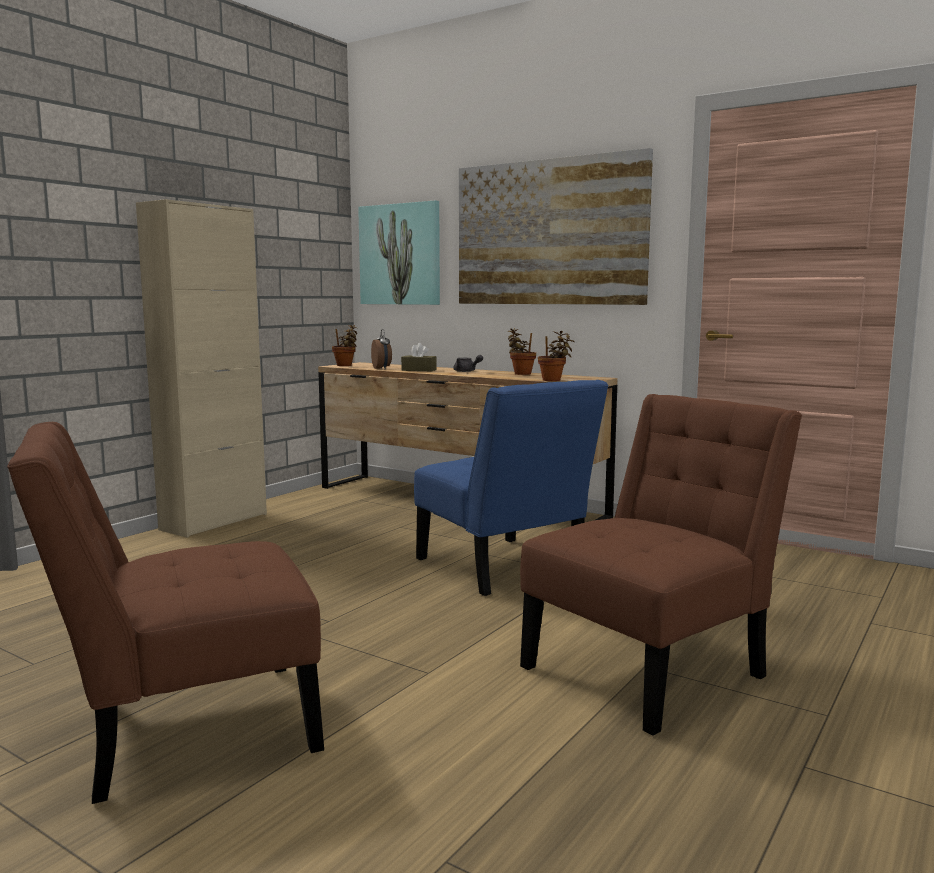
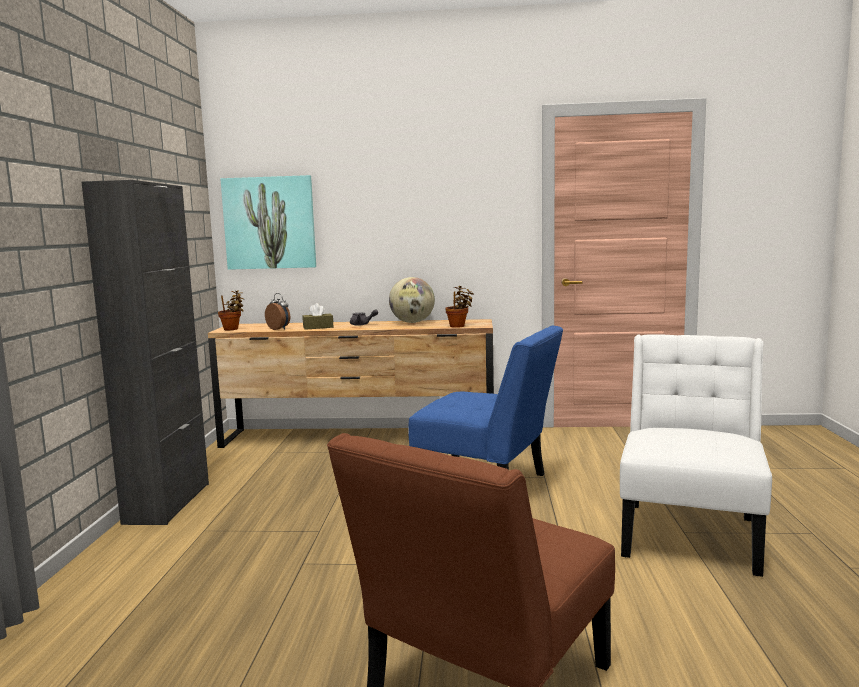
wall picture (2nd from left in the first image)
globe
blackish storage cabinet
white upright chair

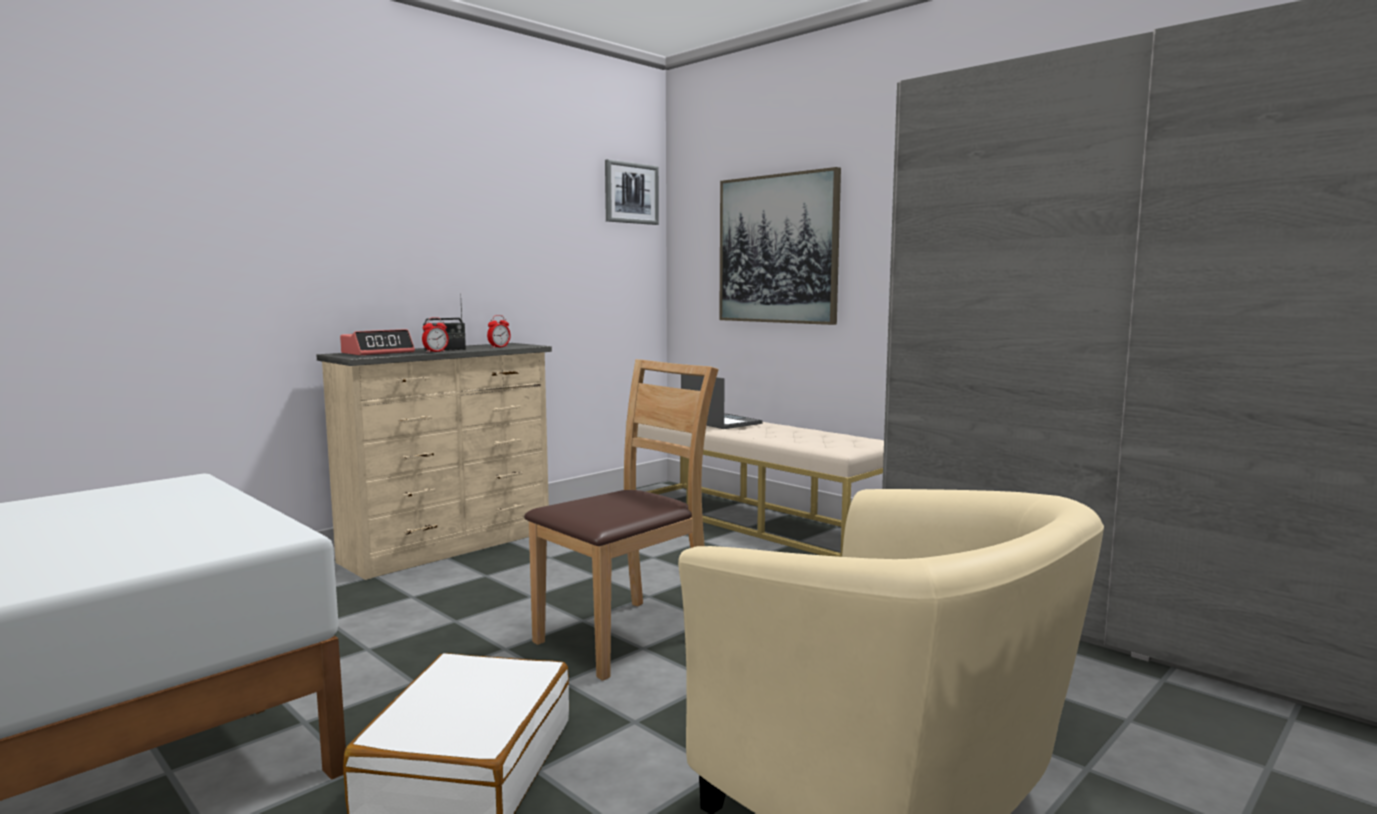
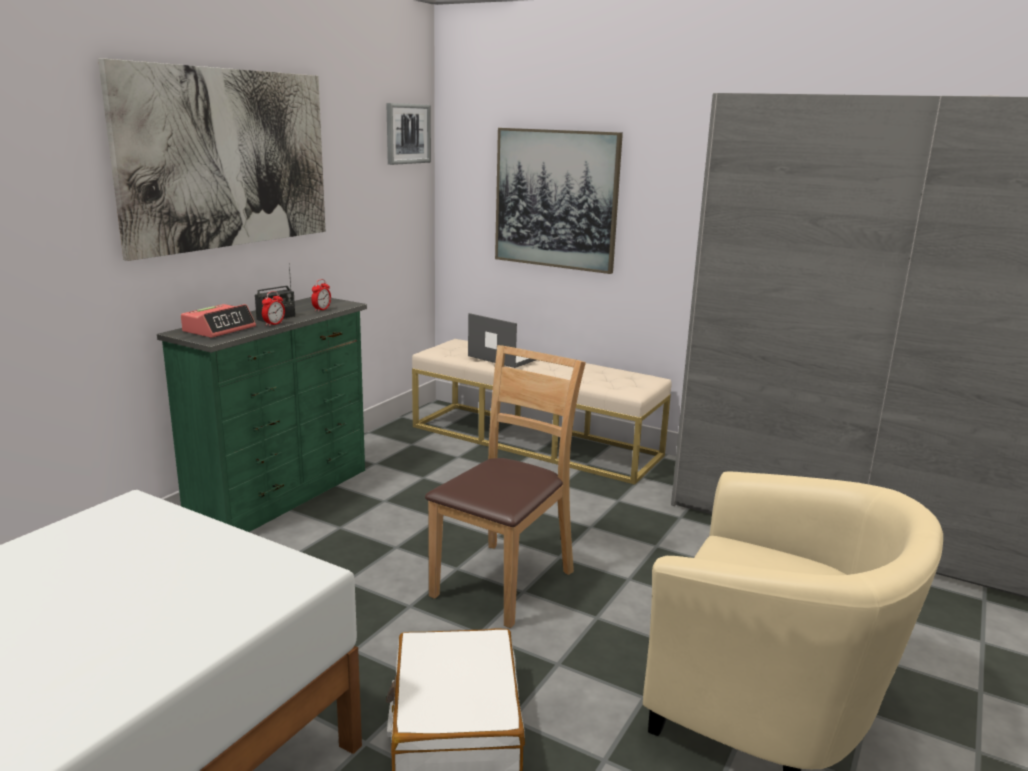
wall picture (1st from left)
greenish chest of drawers

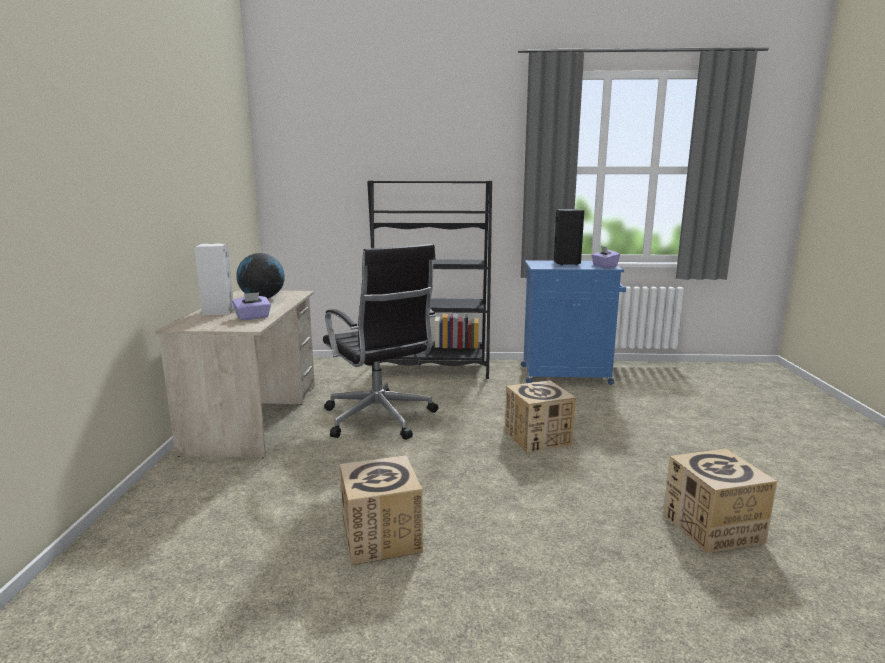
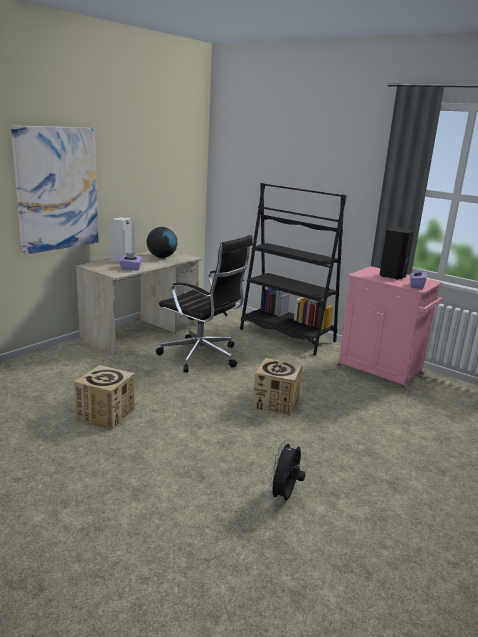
wall picture
blackish fan
pink storage cabinet
blackish office chair

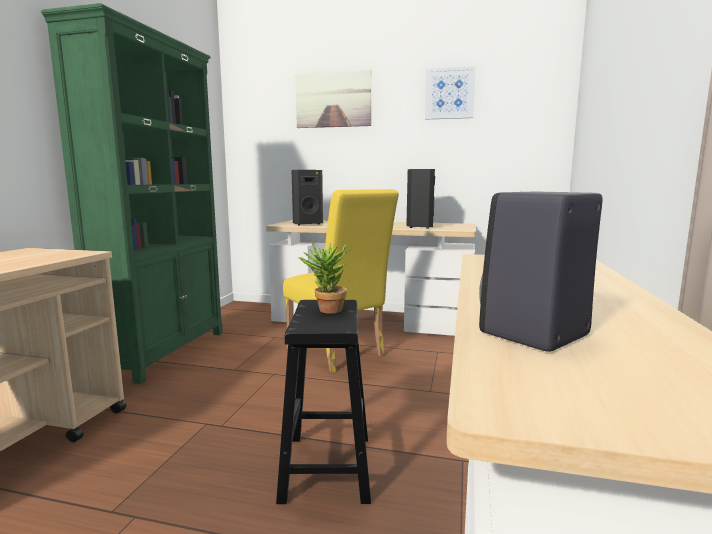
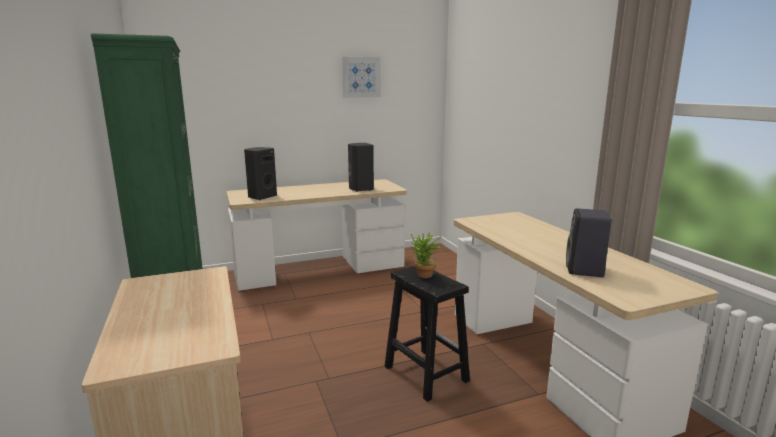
yellowish upright chair
wall picture (1st from left in the first image)

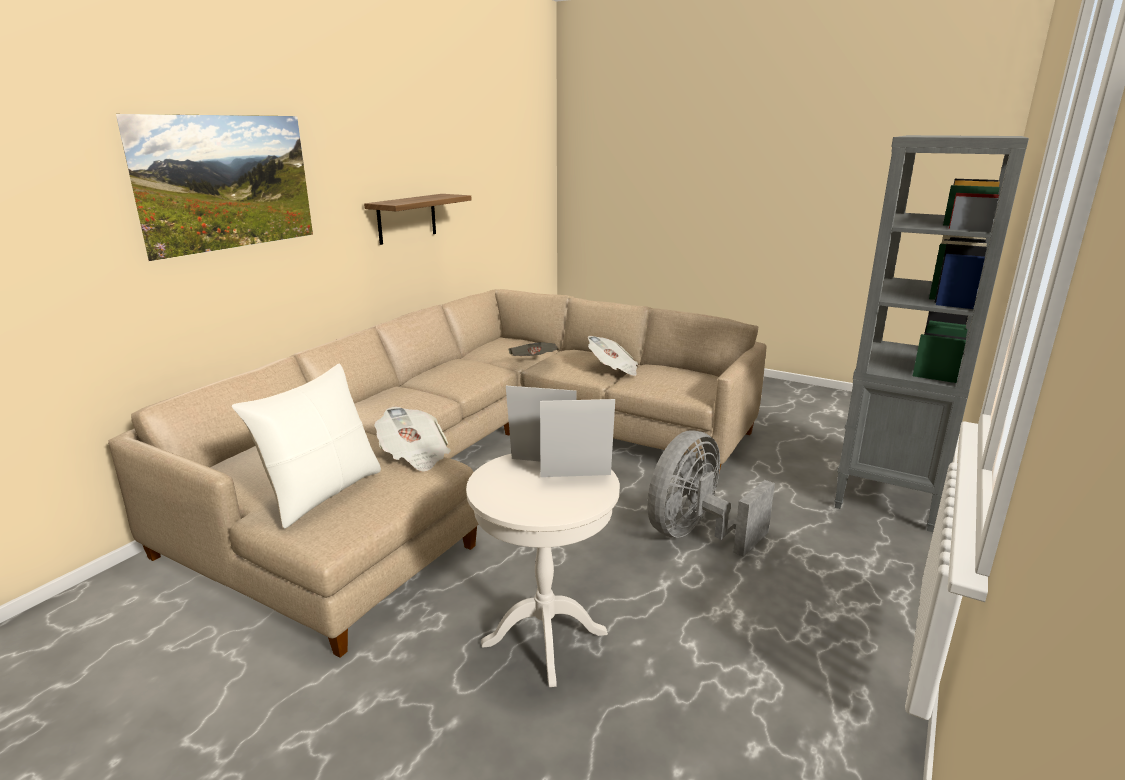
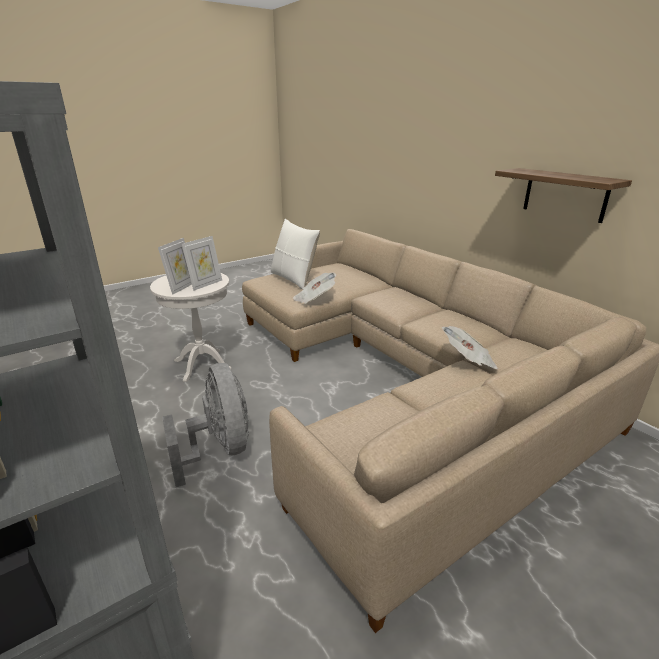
wall picture
daily paper (3rd from left in the first image)

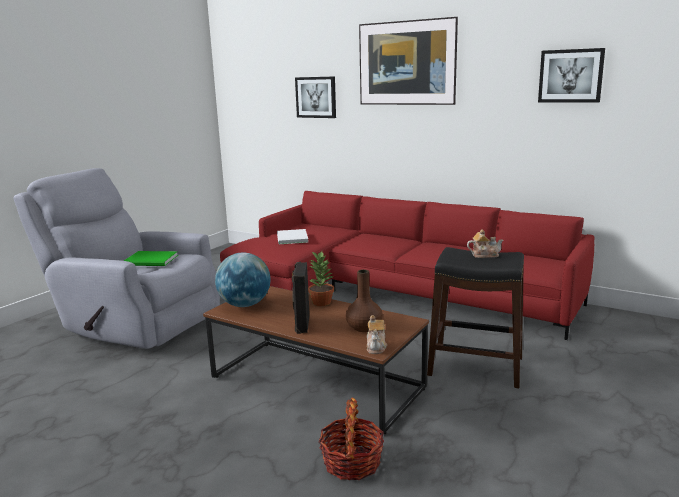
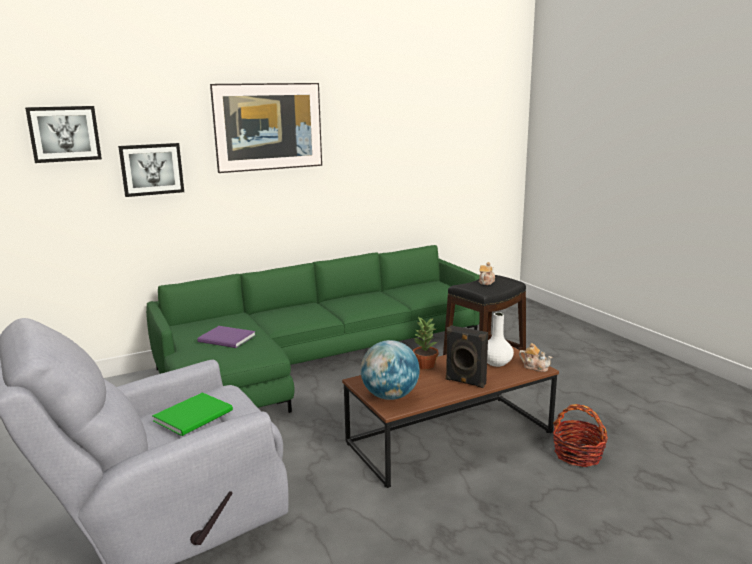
wall picture (1st from left)
greenish settee
purple-coloured book
white flower vase

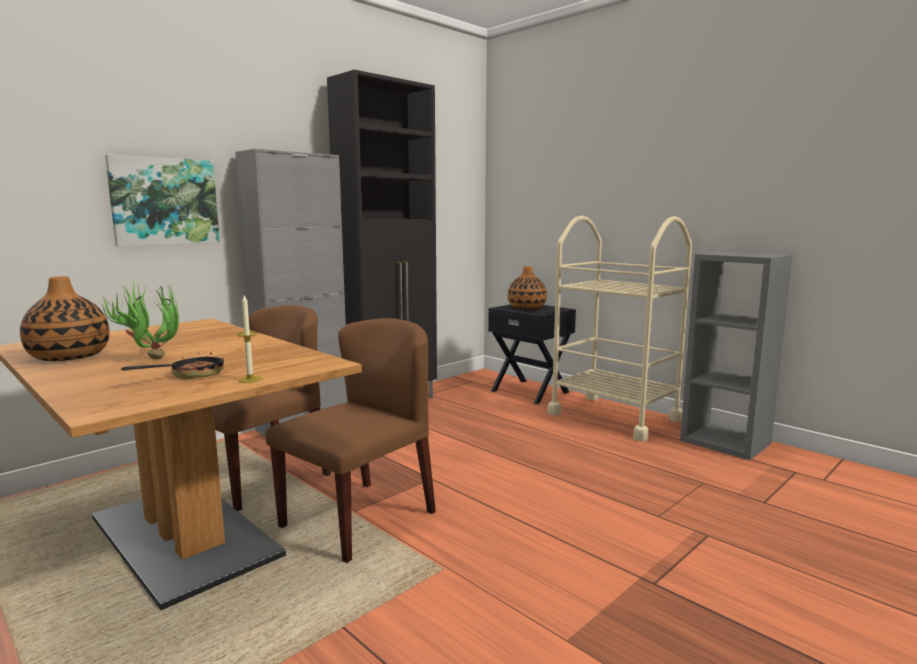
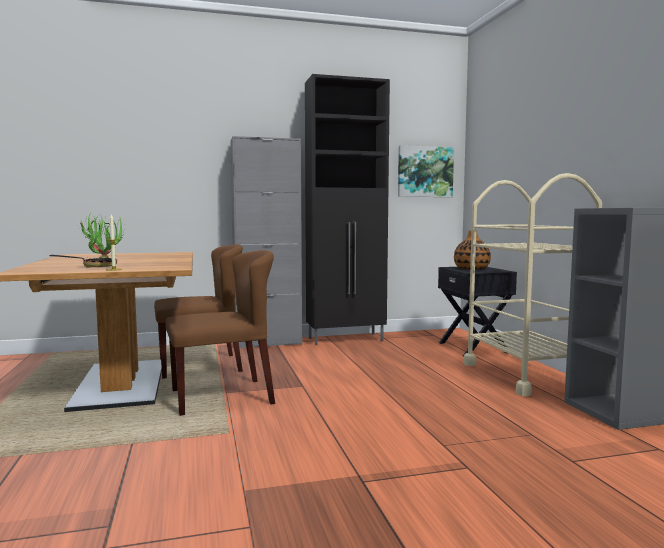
flower vase (1st from left in the first image)
wall picture

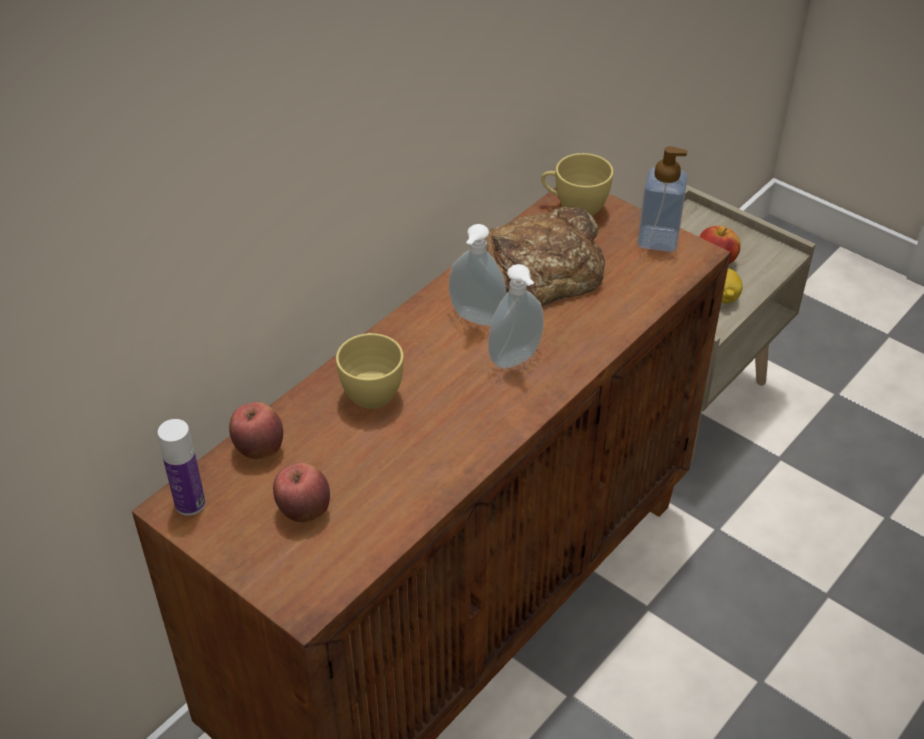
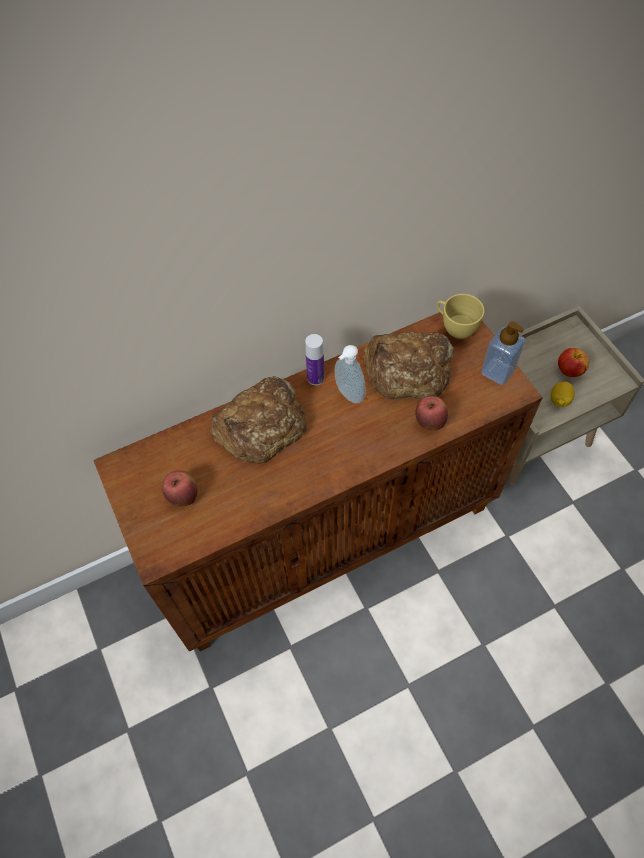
liquid soap bottle (2nd from left in the first image)
beverage bottle
apple (2nd from left)
bakery bread (1st from left)

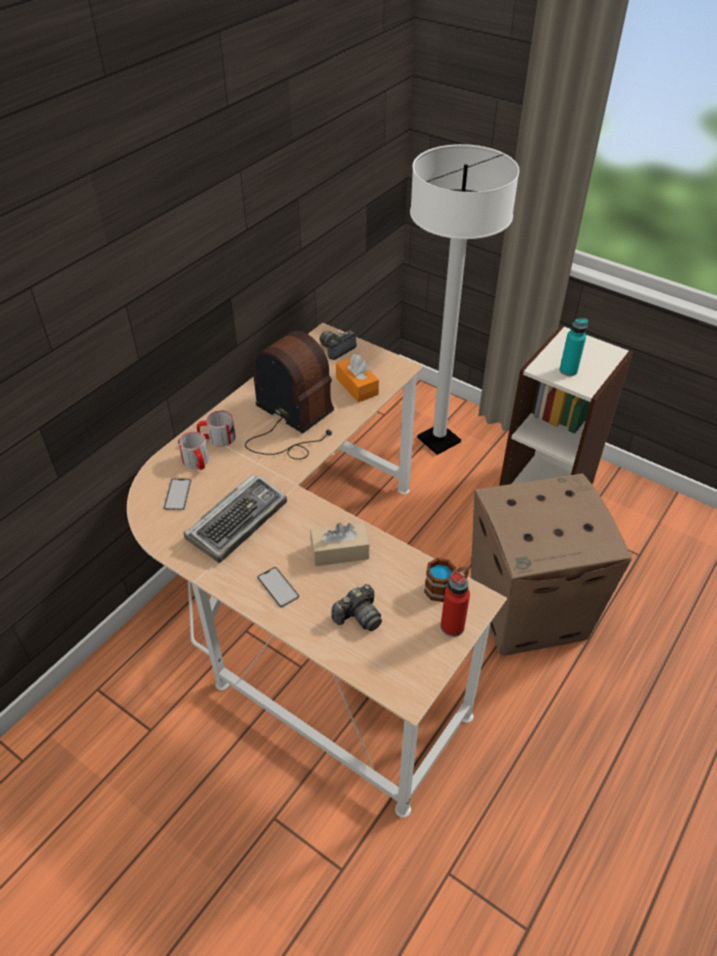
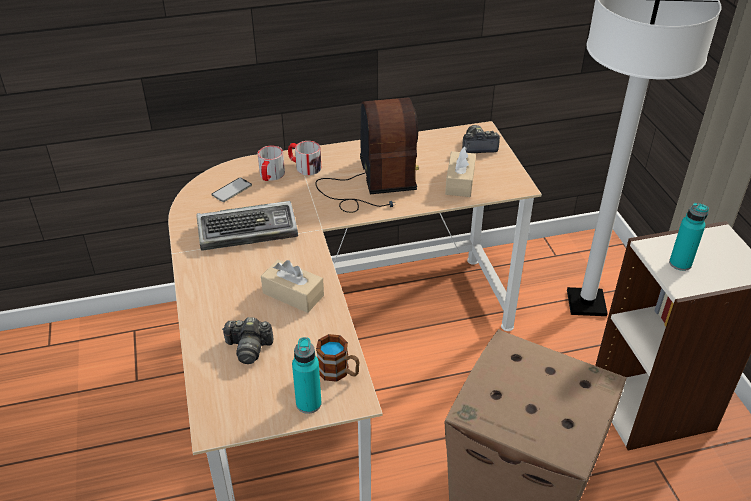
handset (2nd from left in the first image)
beige-coloured tissue holder (2nd from left)
blue-green beverage bottle (1st from left)

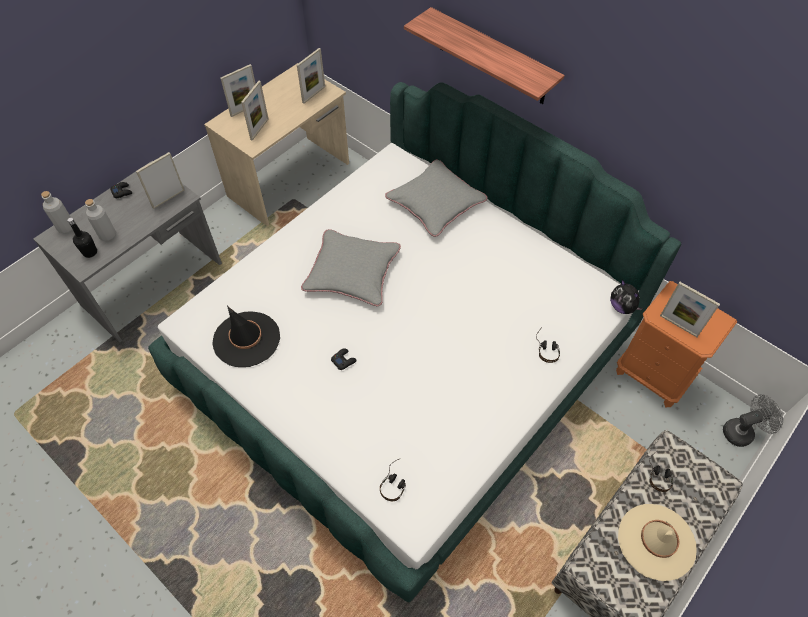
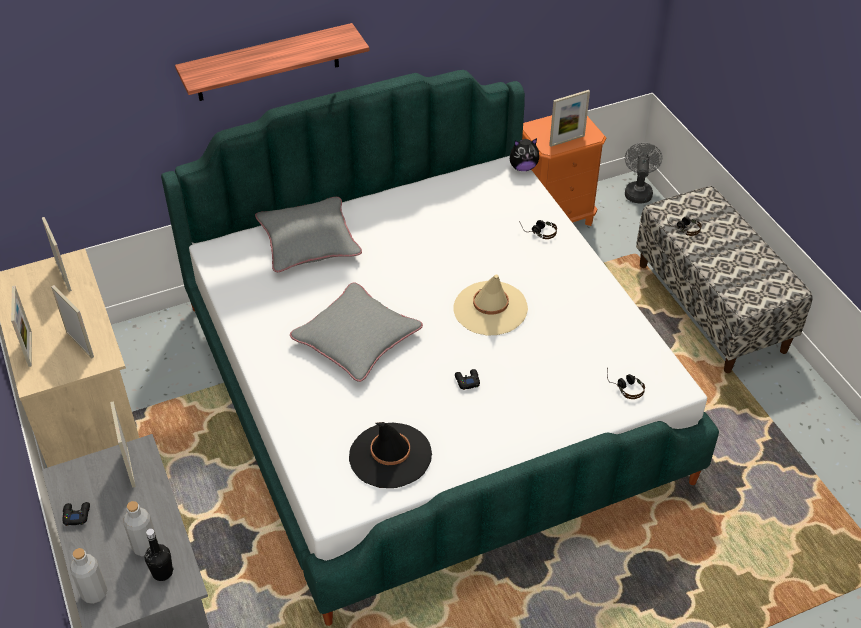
beige-coloured wearable hat

